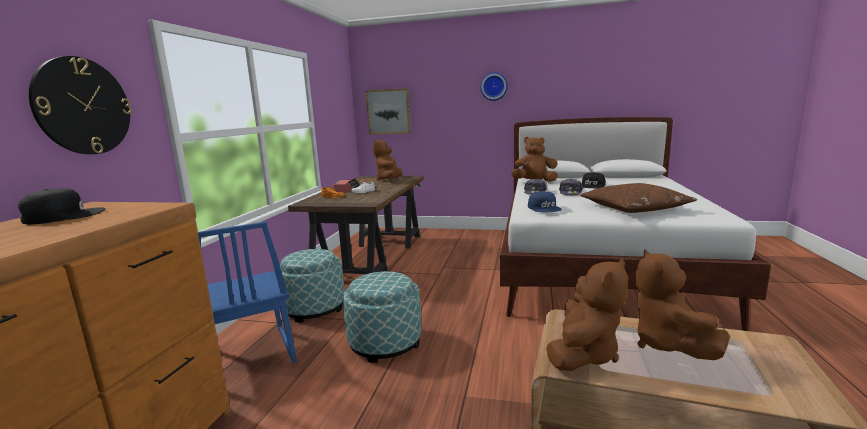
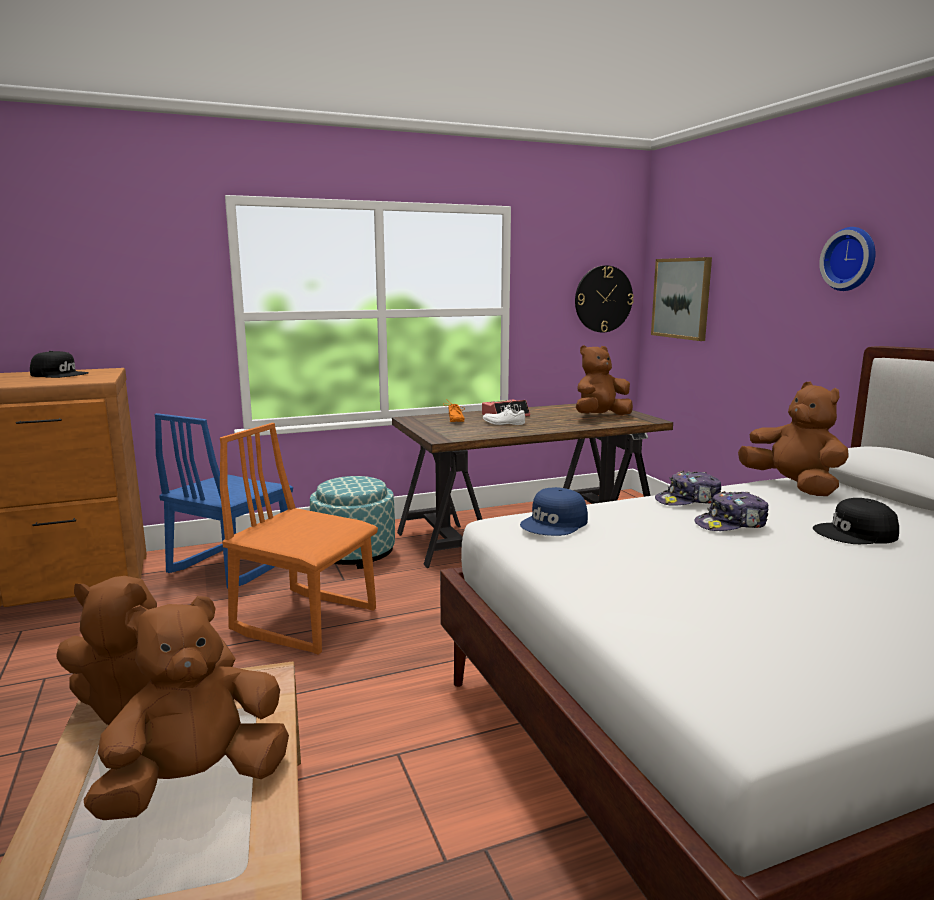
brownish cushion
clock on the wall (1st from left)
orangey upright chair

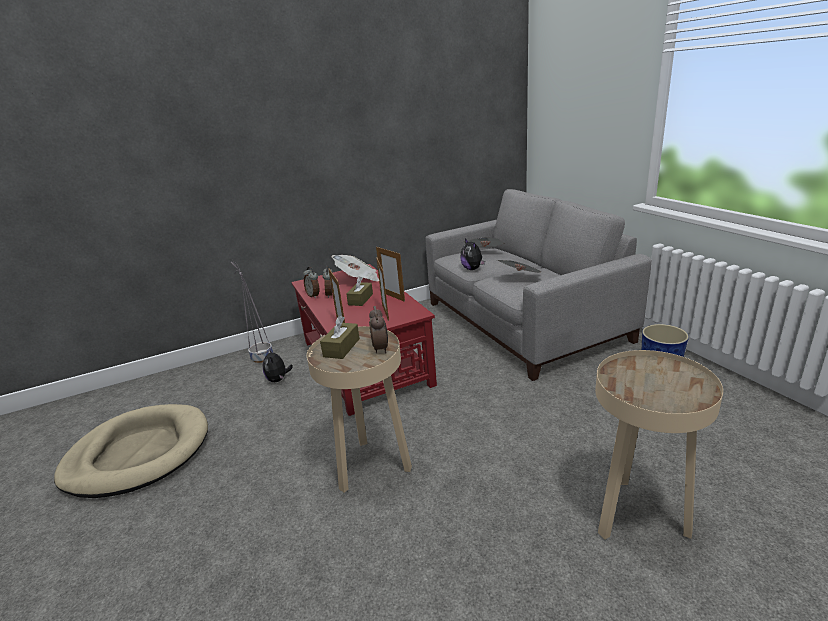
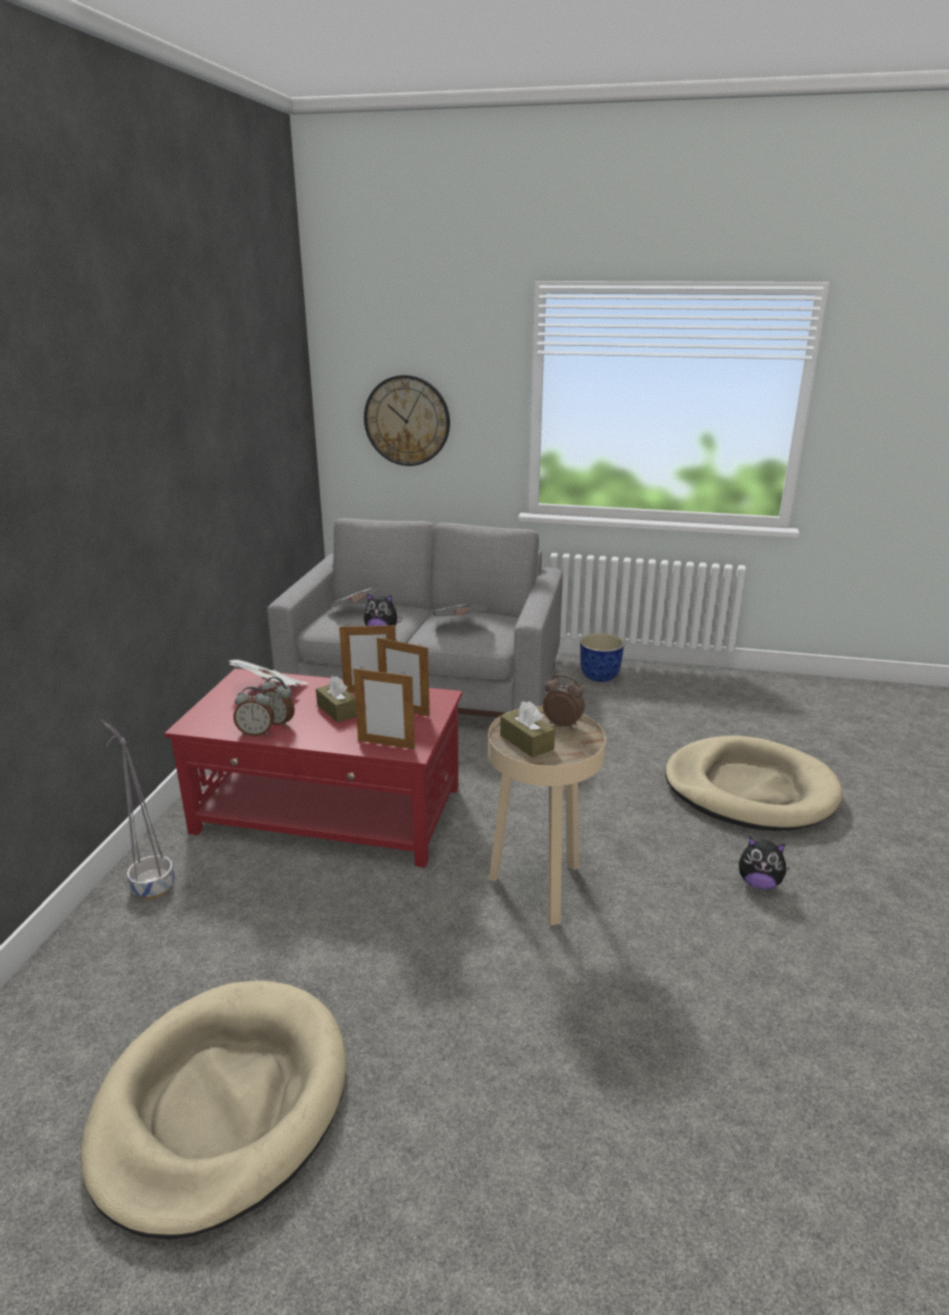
clock on the wall
cuddly toy (2nd from left)
beige-coloured dog bed (2nd from left)

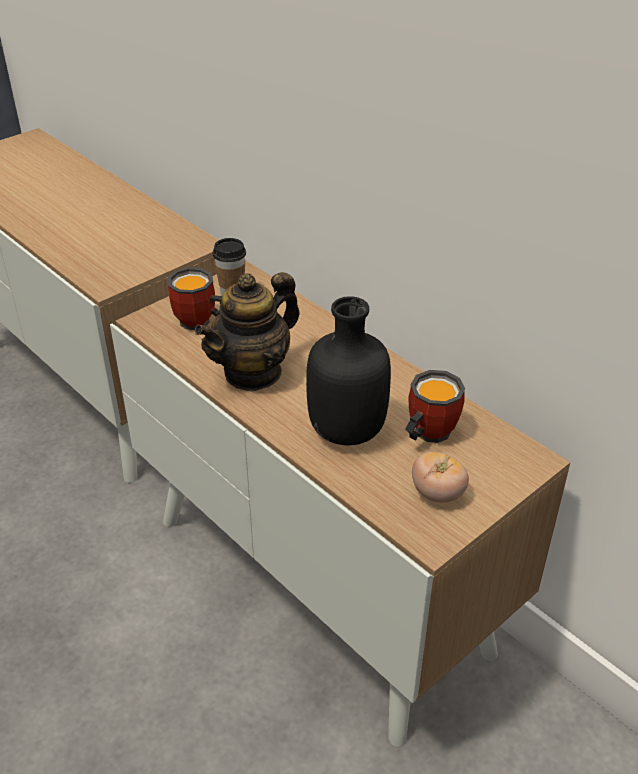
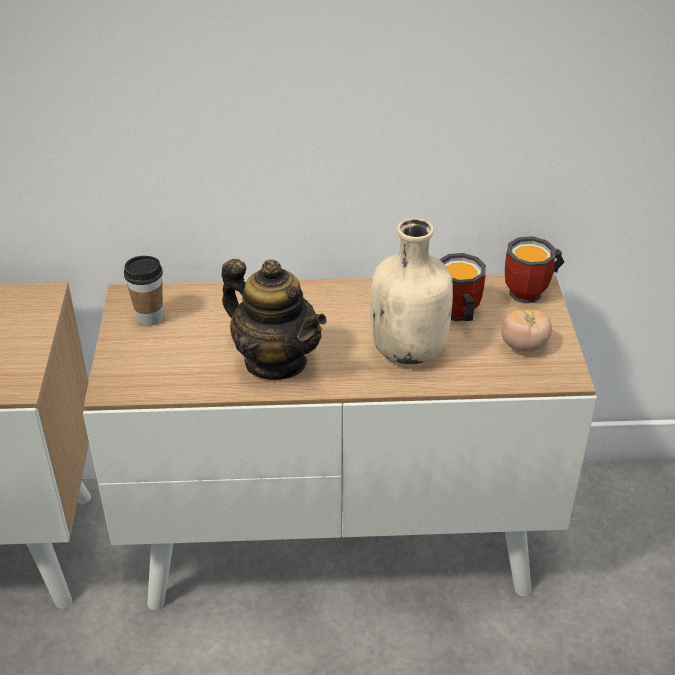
mug (2nd from left)
beige-coloured beverage bottle
tea pot

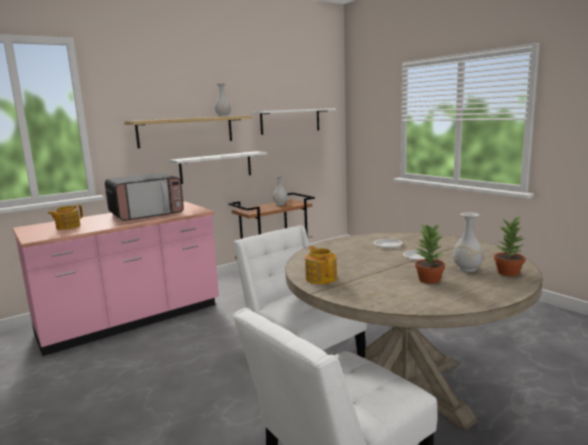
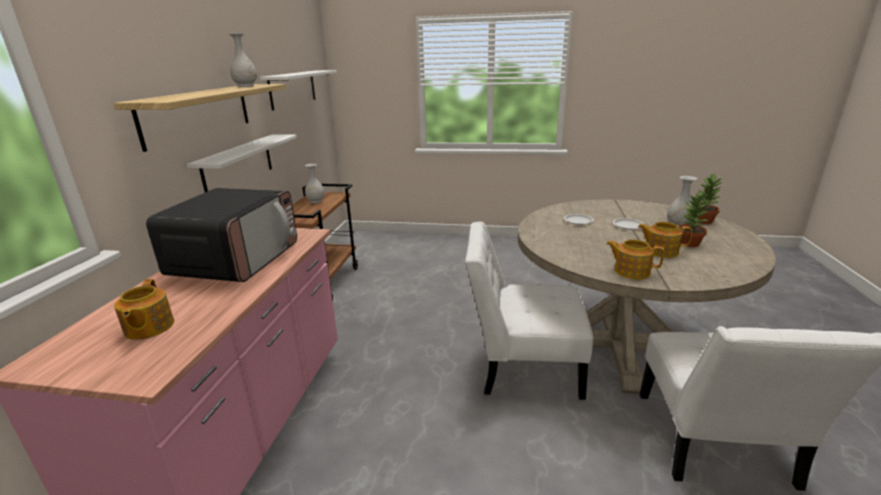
tea pot (3rd from left)

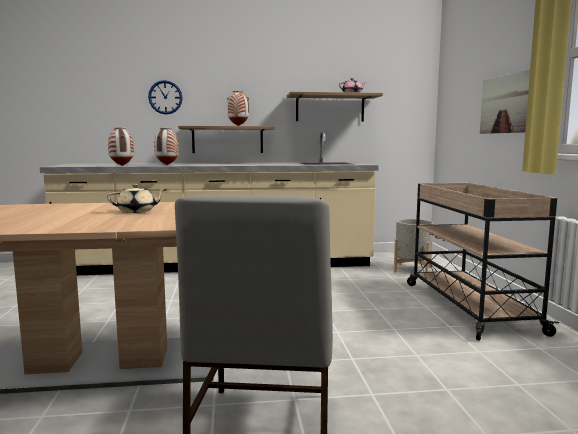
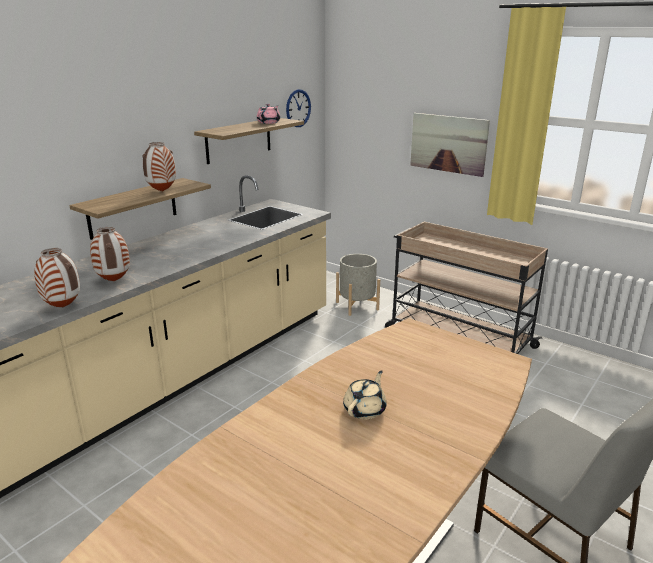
clock on the wall

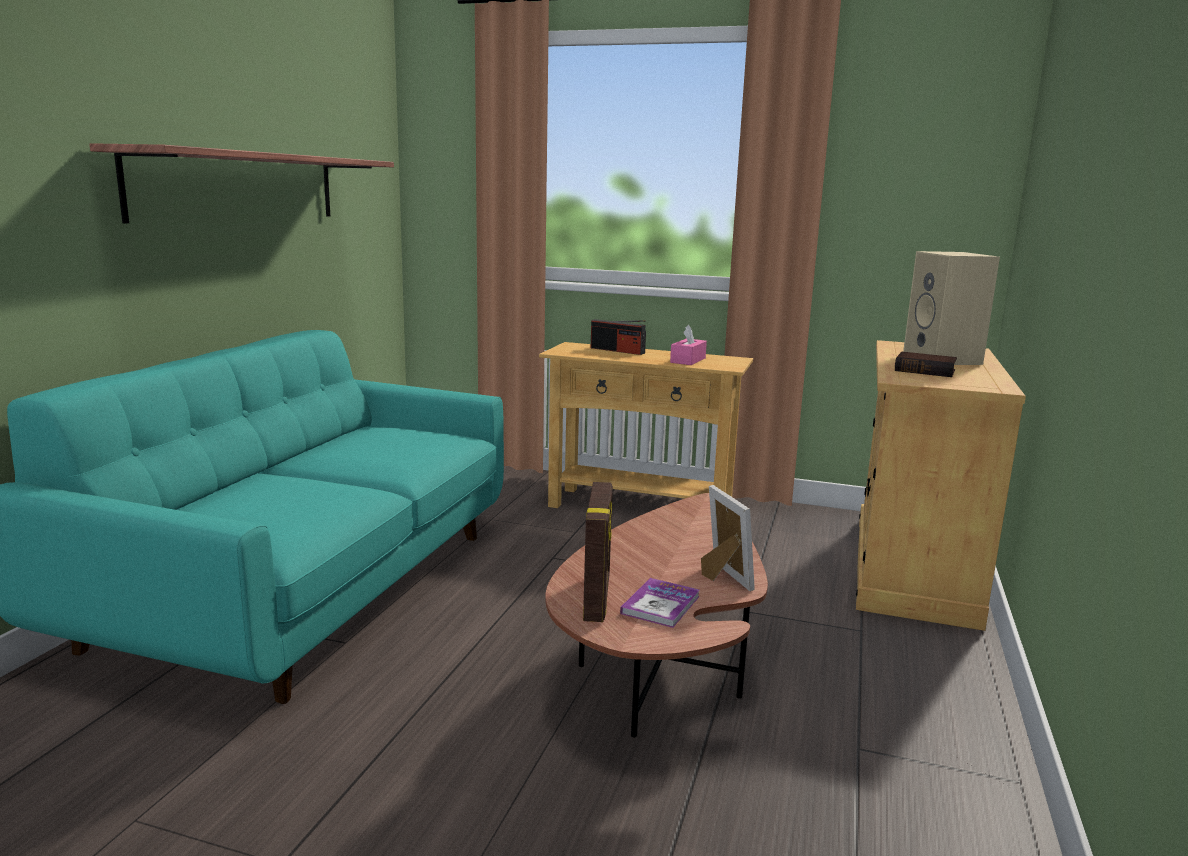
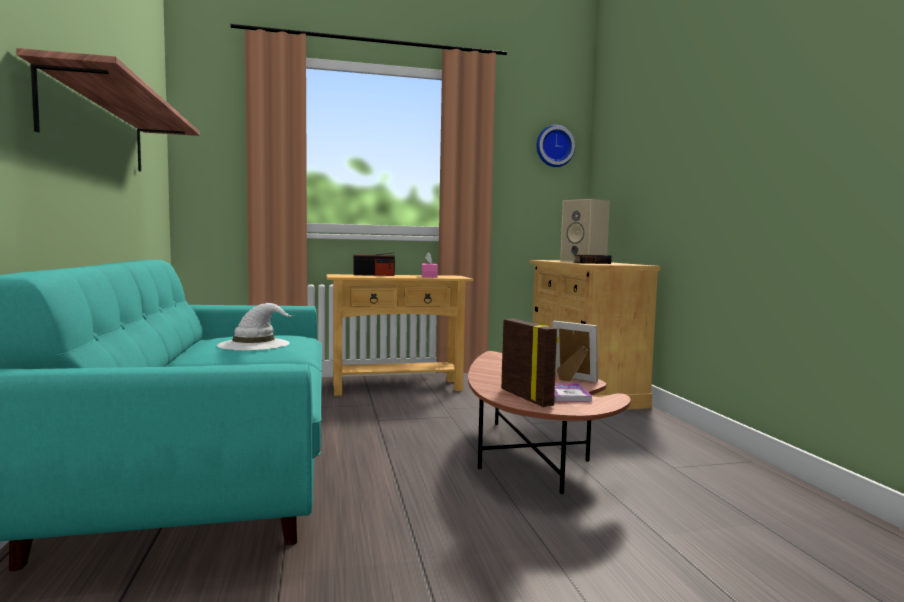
white wearable hat
clock on the wall

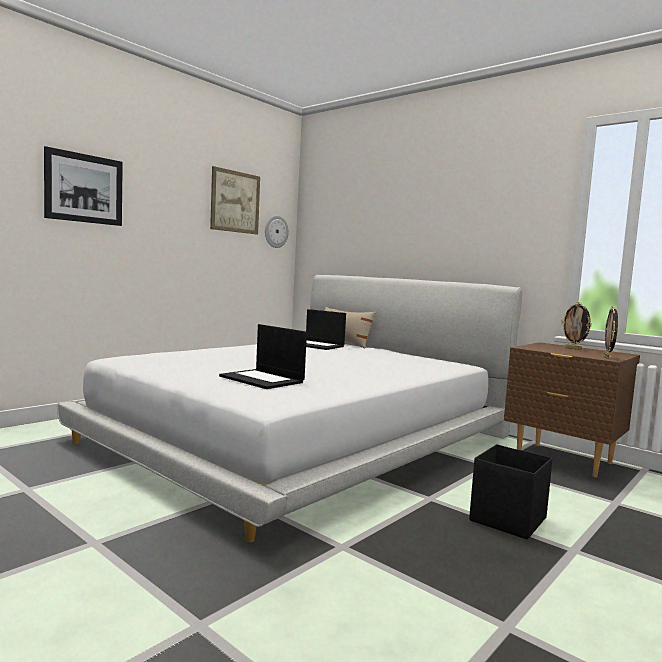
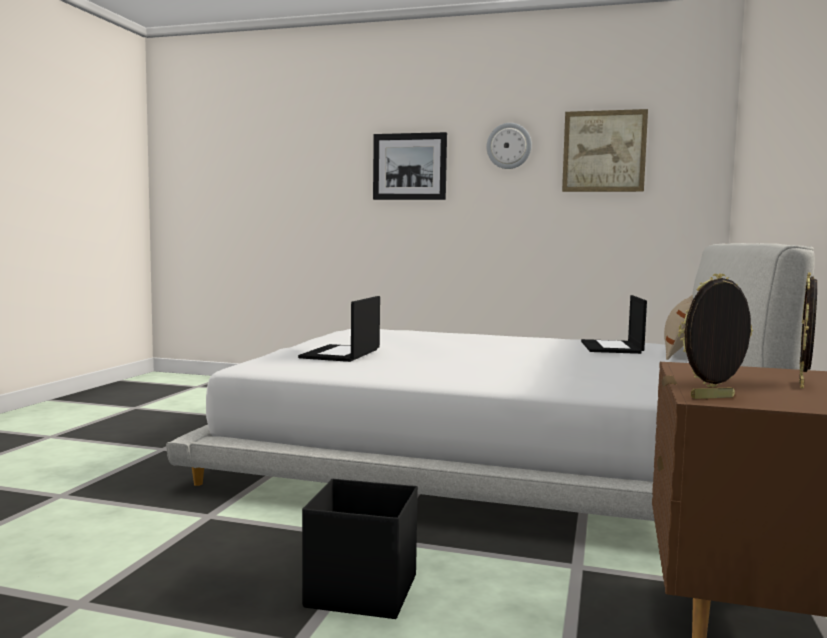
clock on the wall

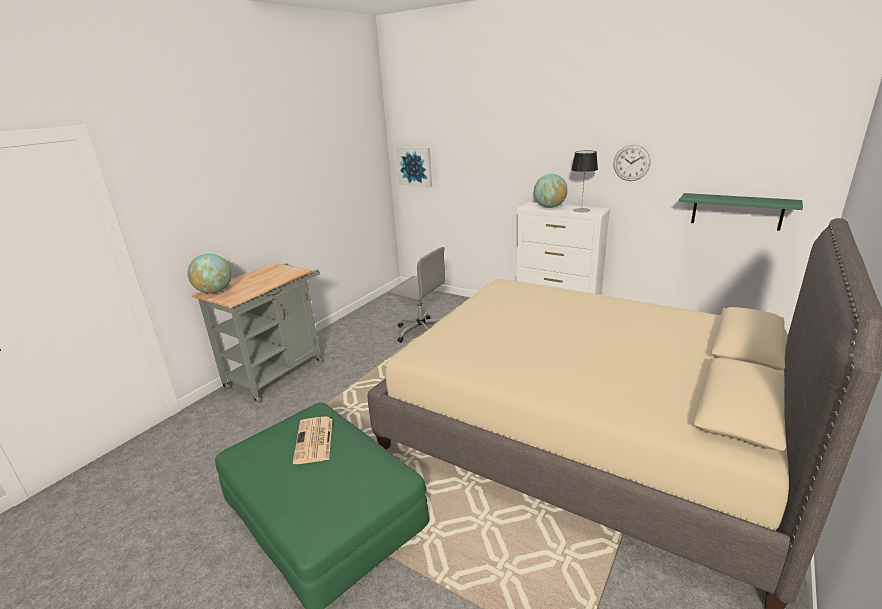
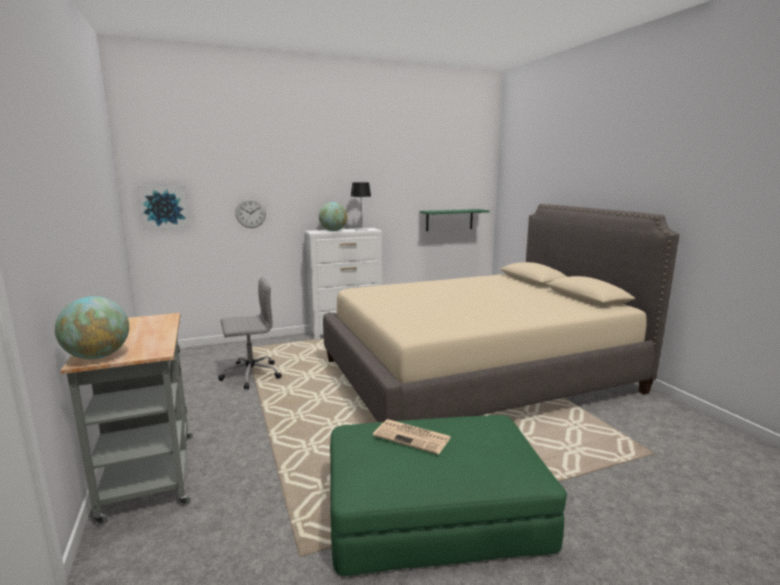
clock on the wall

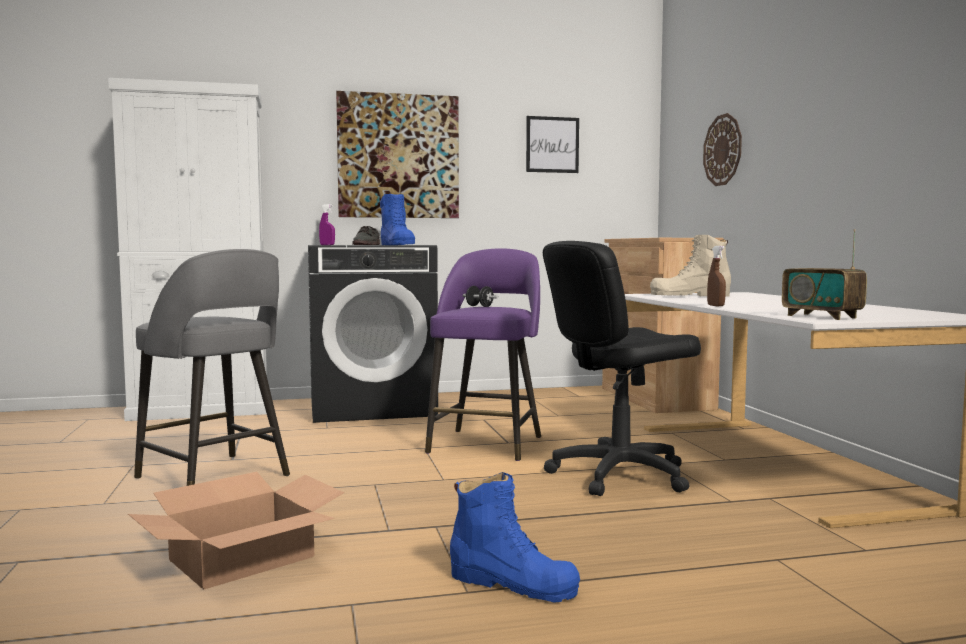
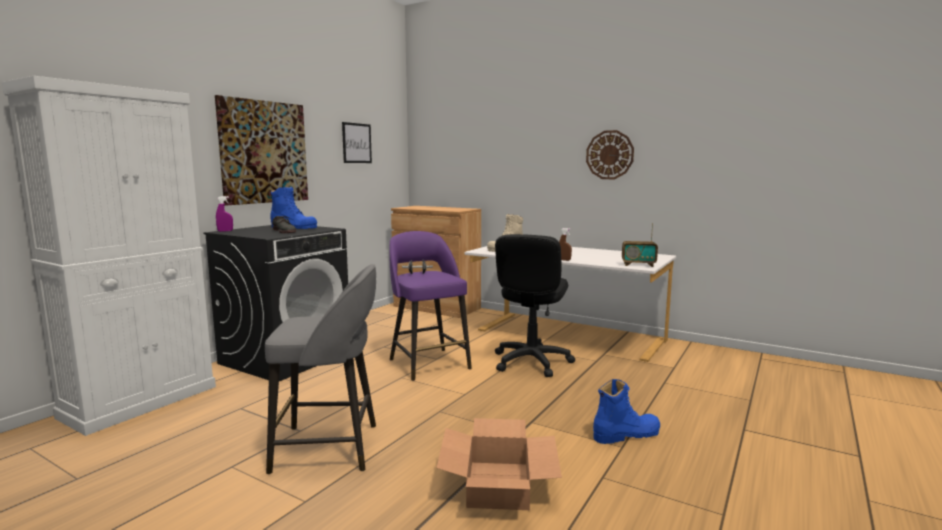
clock on the wall

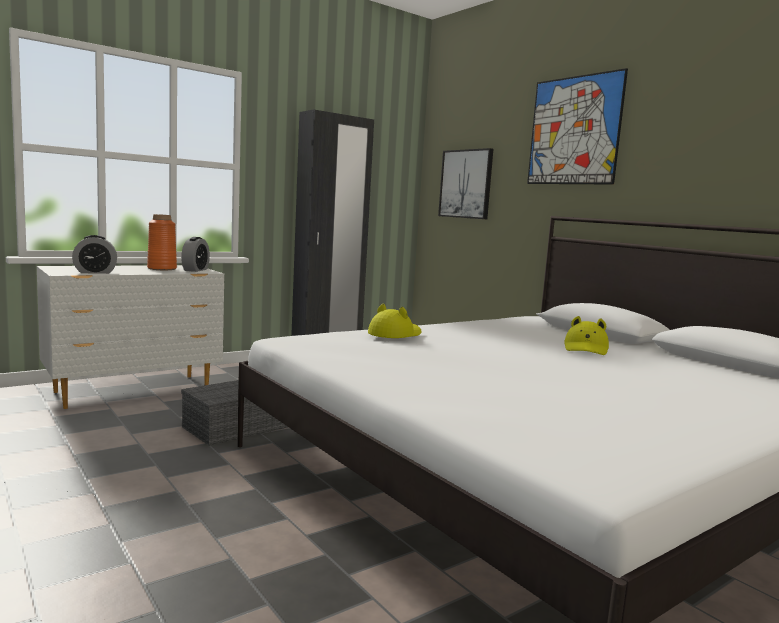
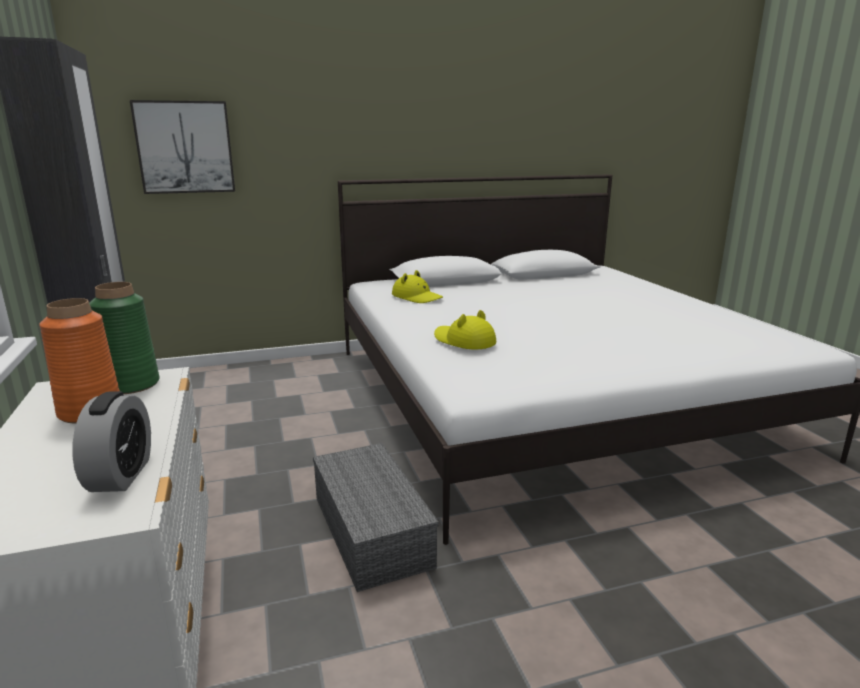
wall picture (2nd from left in the first image)
yellowish wearable hat (1st from left)
greenish flower vase

